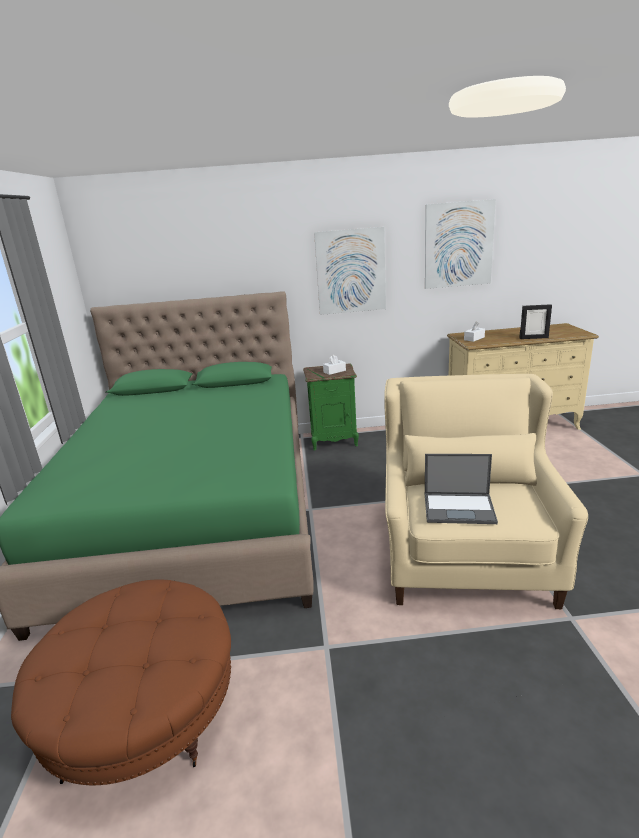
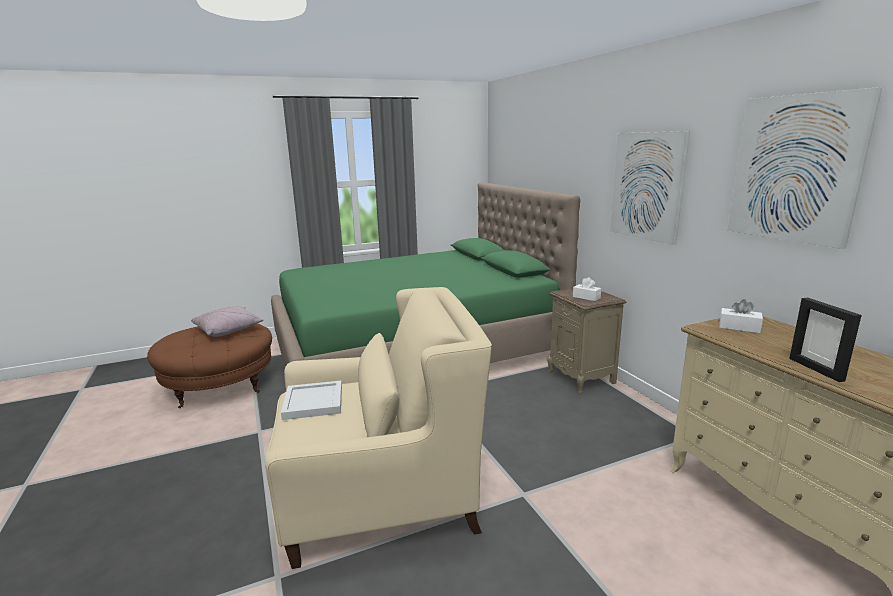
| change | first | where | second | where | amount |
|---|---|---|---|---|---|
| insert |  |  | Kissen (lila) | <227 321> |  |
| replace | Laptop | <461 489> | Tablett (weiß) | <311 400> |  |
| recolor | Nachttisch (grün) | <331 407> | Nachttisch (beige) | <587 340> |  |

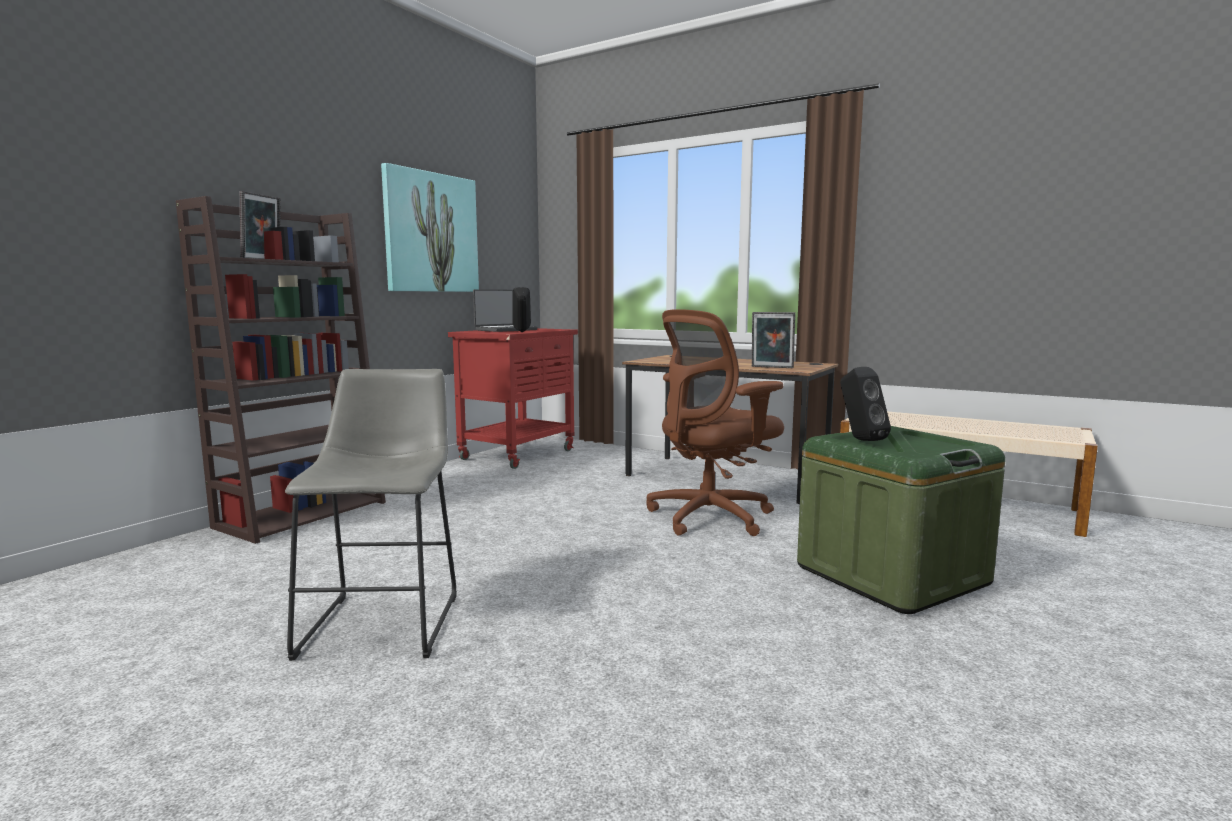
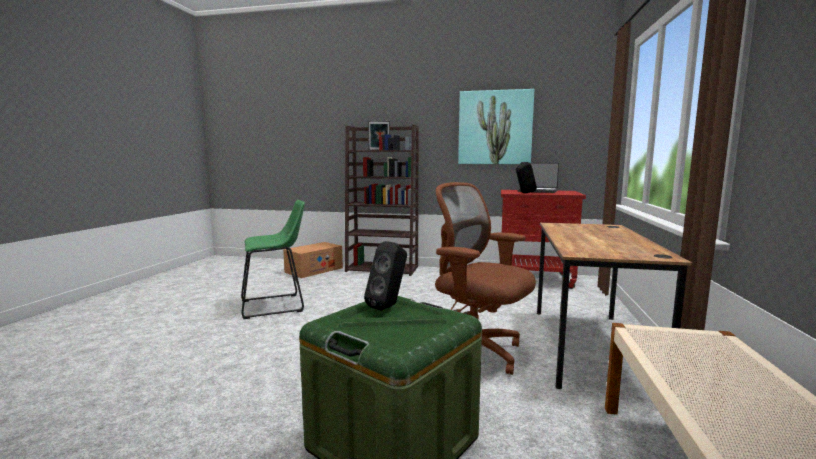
| change | first | where | second | where | amount |
|---|---|---|---|---|---|
| recolor | Hocker (grau) | <371 515> | Hocker (grün) | <273 259> |  |
| insert |  |  | Karton | <313 260> |  |
| delete | Bilderrahmen | <773 340> |  |  |  |

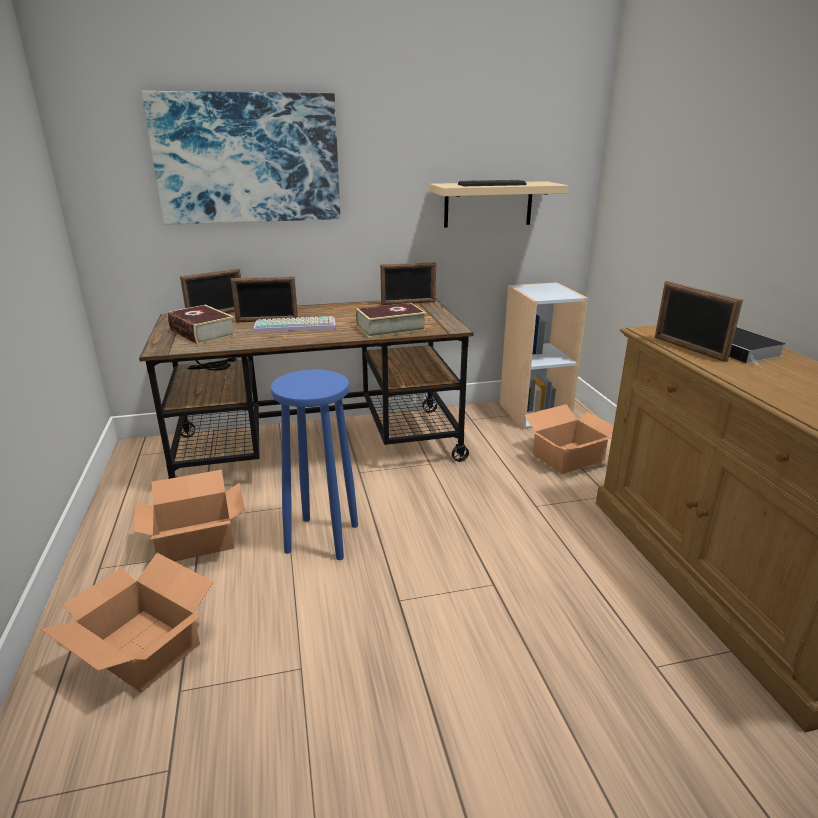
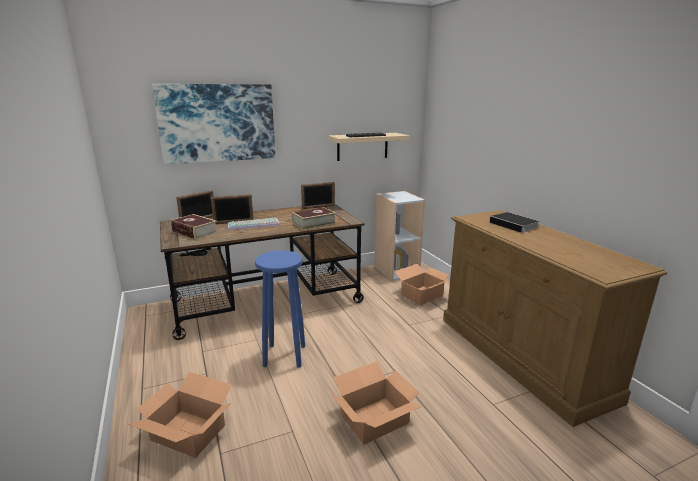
| change | first | where | second | where | amount |
|---|---|---|---|---|---|
| move | Karton | <189 516> |  | <377 403> |  |
| delete | Bilderrahmen | <699 321> |  |  |  |

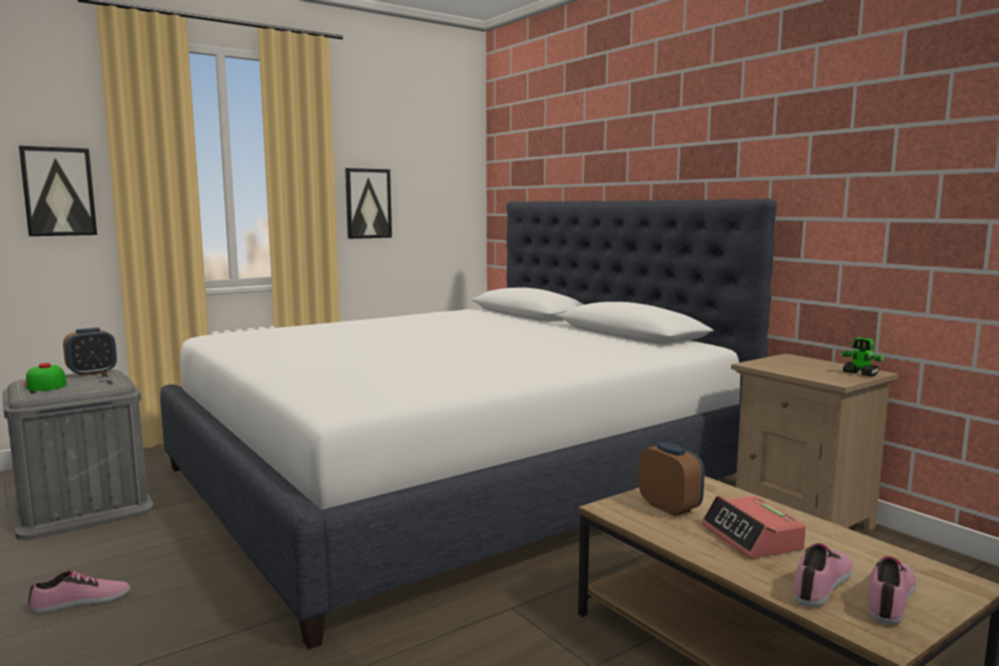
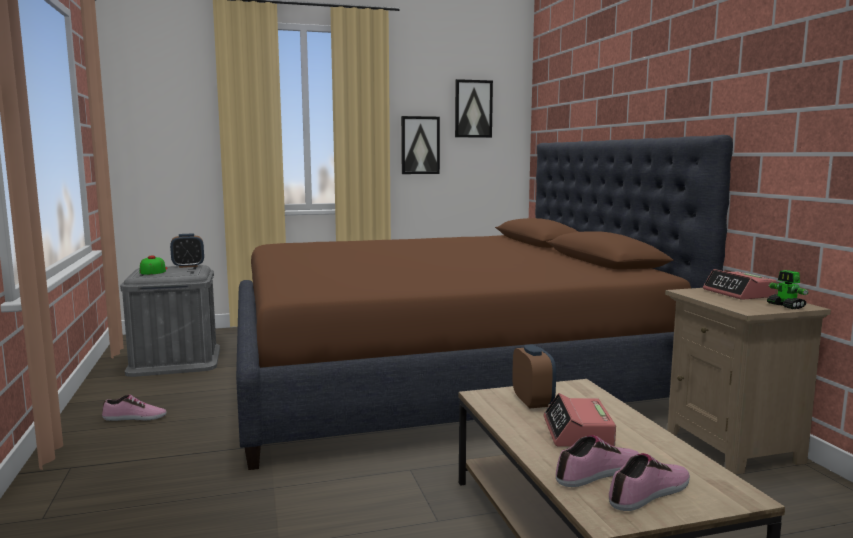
| change | first | where | second | where | amount |
|---|---|---|---|---|---|
| recolor | Bett (weiß) | <468 424> | Bett (braun) | <484 302> |  |
| move | Bild | <58 191> |  | <474 108> |  |
| insert |  |  | Wecker | <740 284> |  |

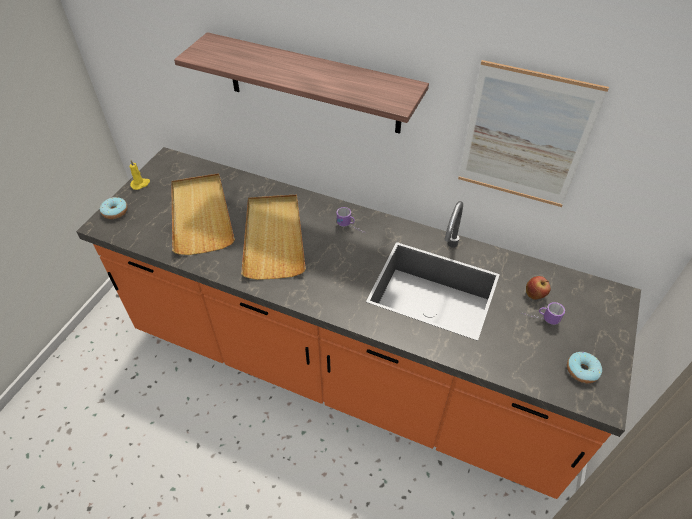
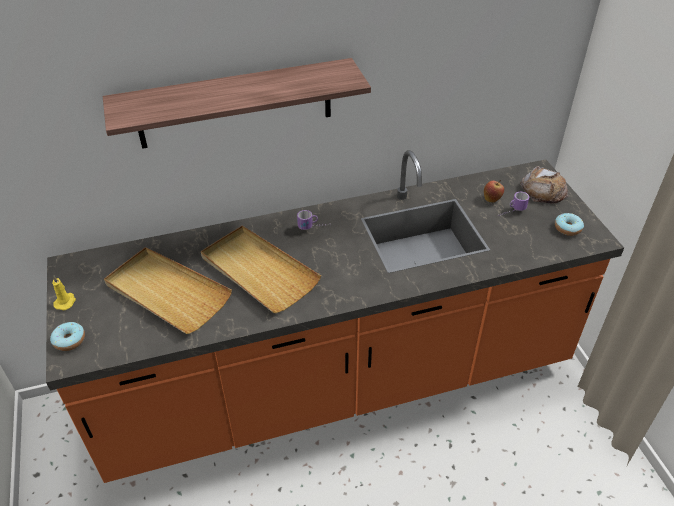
| change | first | where | second | where | amount |
|---|---|---|---|---|---|
| insert |  |  | Brot | <544 185> |  |
| delete | Bild | <533 133> |  |  |  |

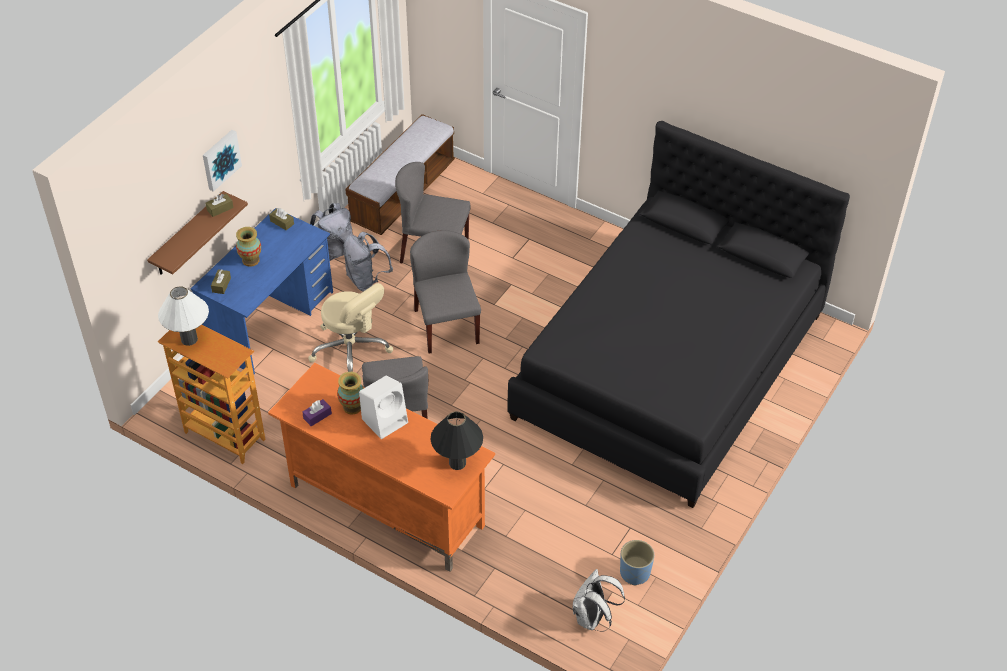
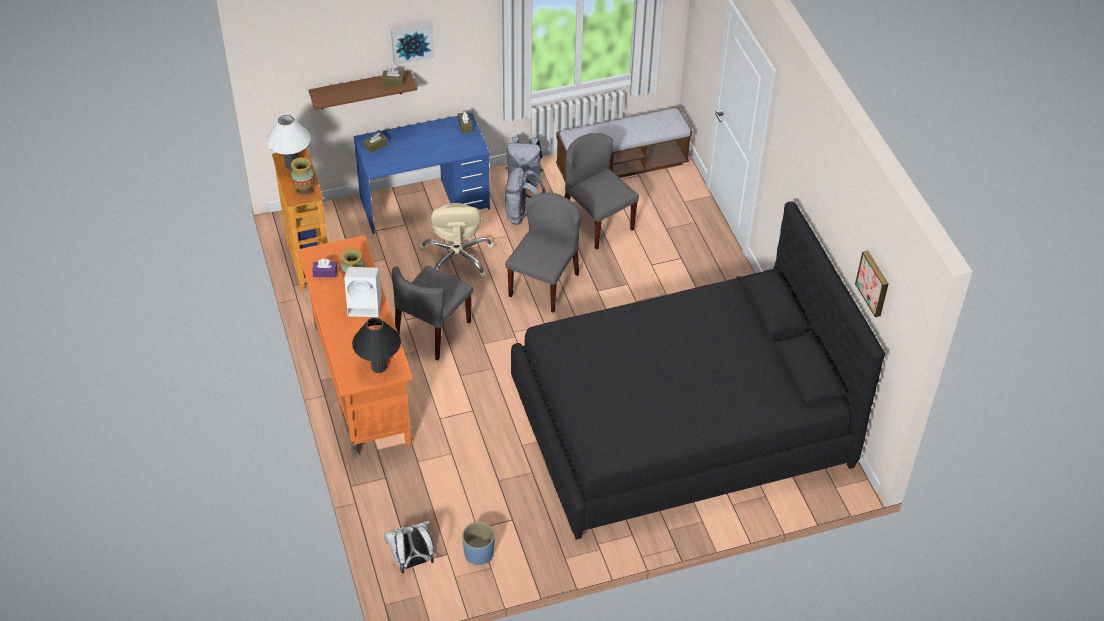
| change | first | where | second | where | amount |
|---|---|---|---|---|---|
| move | Vase | <248 247> |  | <303 176> |  |
| insert |  |  | Bild | <872 283> |  |

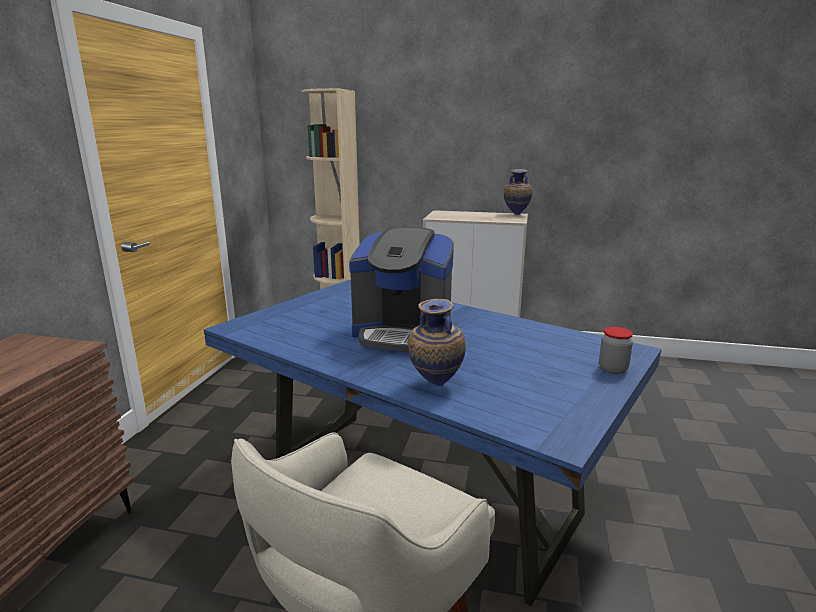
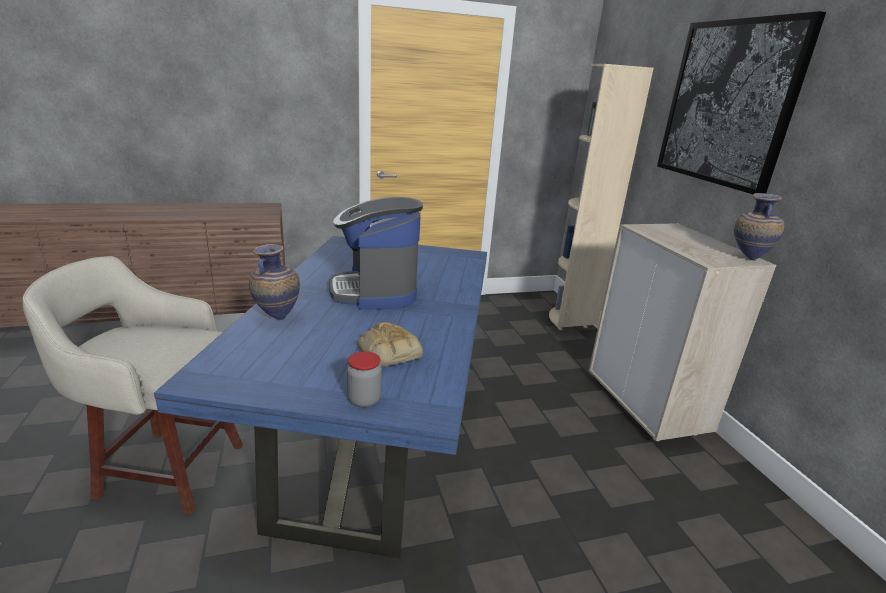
| change | first | where | second | where | amount |
|---|---|---|---|---|---|
| insert |  |  | Brot | <390 344> |  |
| insert |  |  | Bild | <741 102> |  |

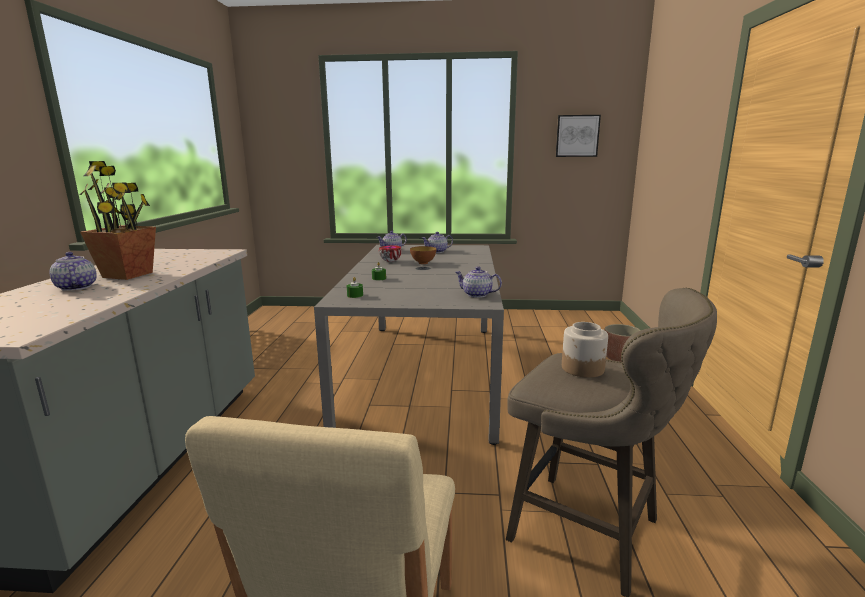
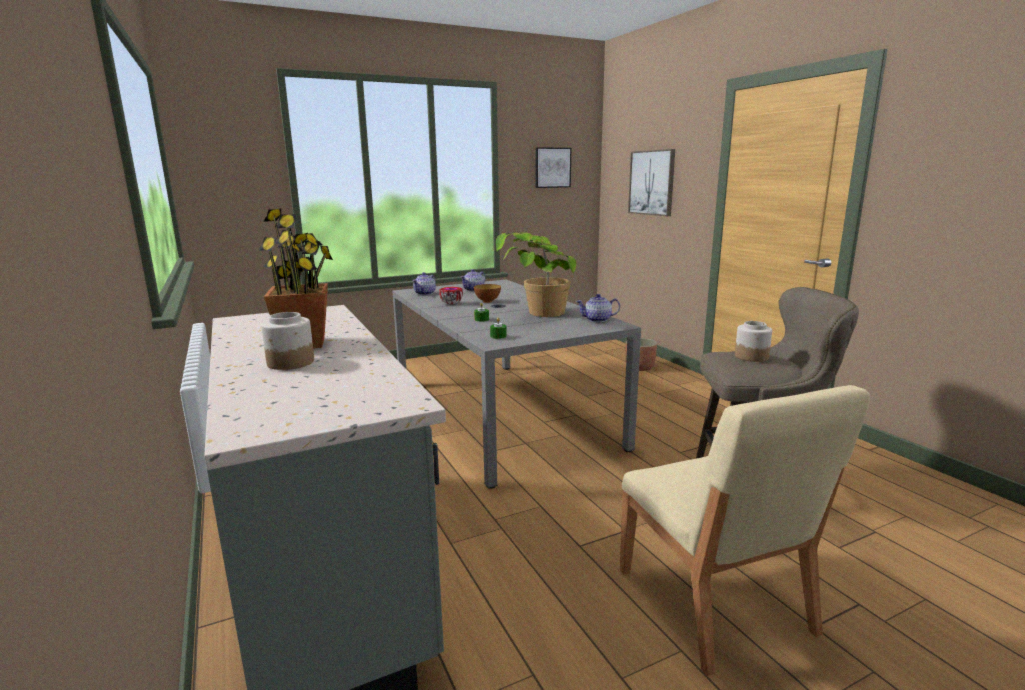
| change | first | where | second | where | amount |
|---|---|---|---|---|---|
| replace | Teekanne | <73 271> | Vorratsglas | <287 341> |  |
| insert |  |  | Topfpflanze | <536 274> |  |
| insert |  |  | Bild | <651 182> |  |

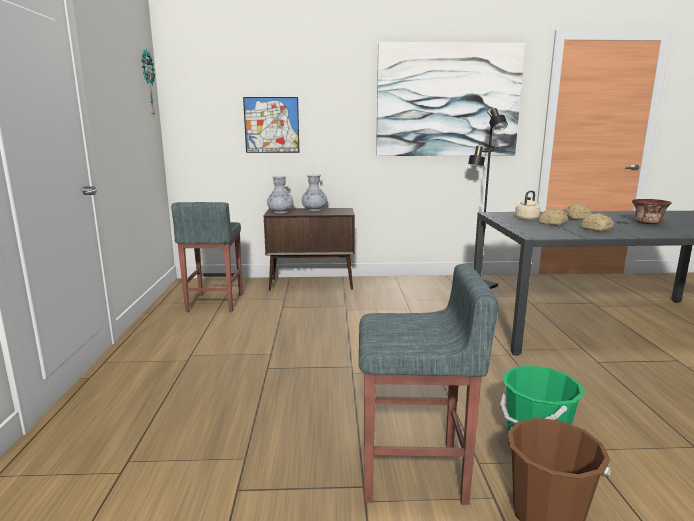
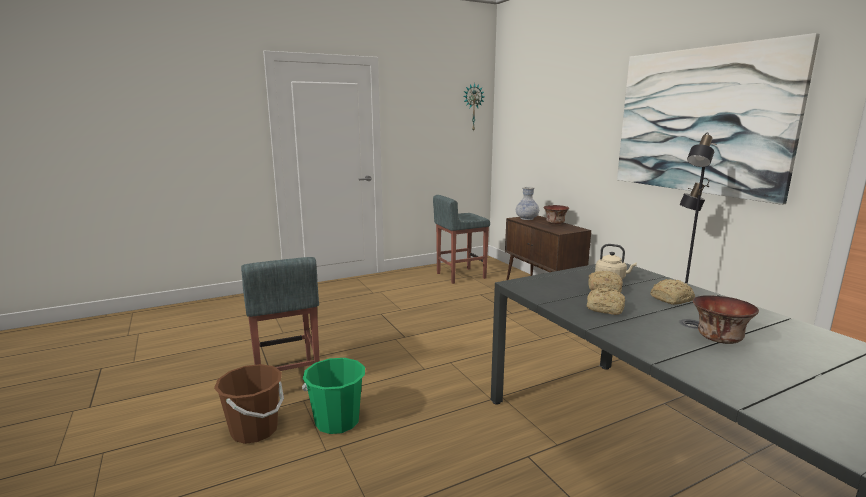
| change | first | where | second | where | amount |
|---|---|---|---|---|---|
| replace | Vase | <314 192> | Schüssel | <556 214> |  |
| delete | Bild | <271 125> |  |  |  |

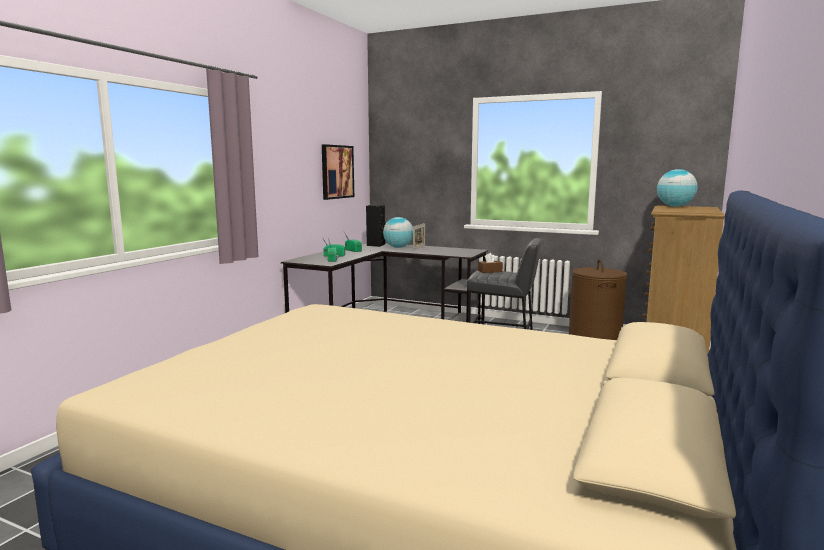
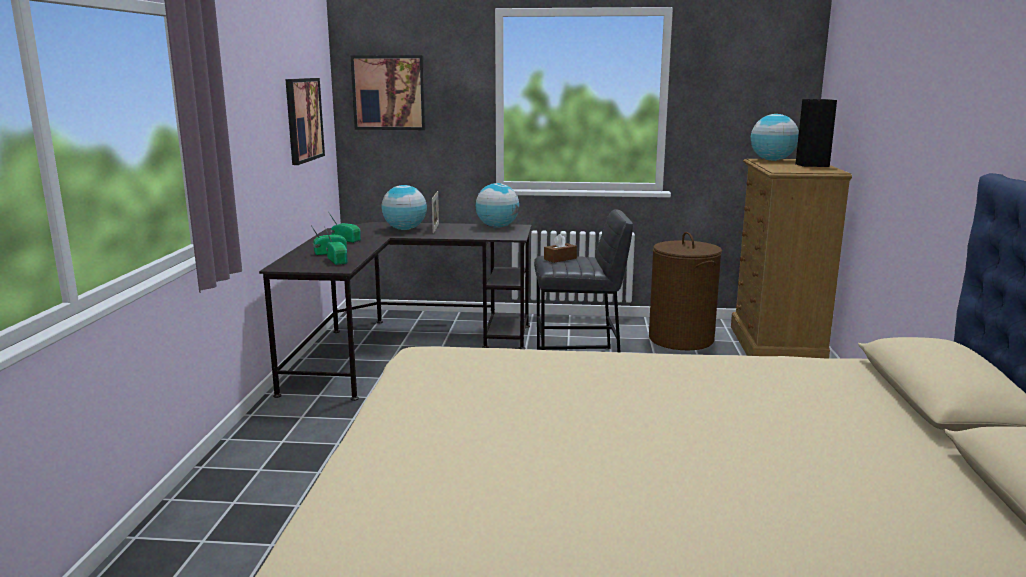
| change | first | where | second | where | amount |
|---|---|---|---|---|---|
| insert |  |  | Bild | <388 92> |  |
| insert |  |  | Globus | <497 205> |  |
| move | Lautsprecher (schwarz) | <375 226> |  | <816 133> |  |

